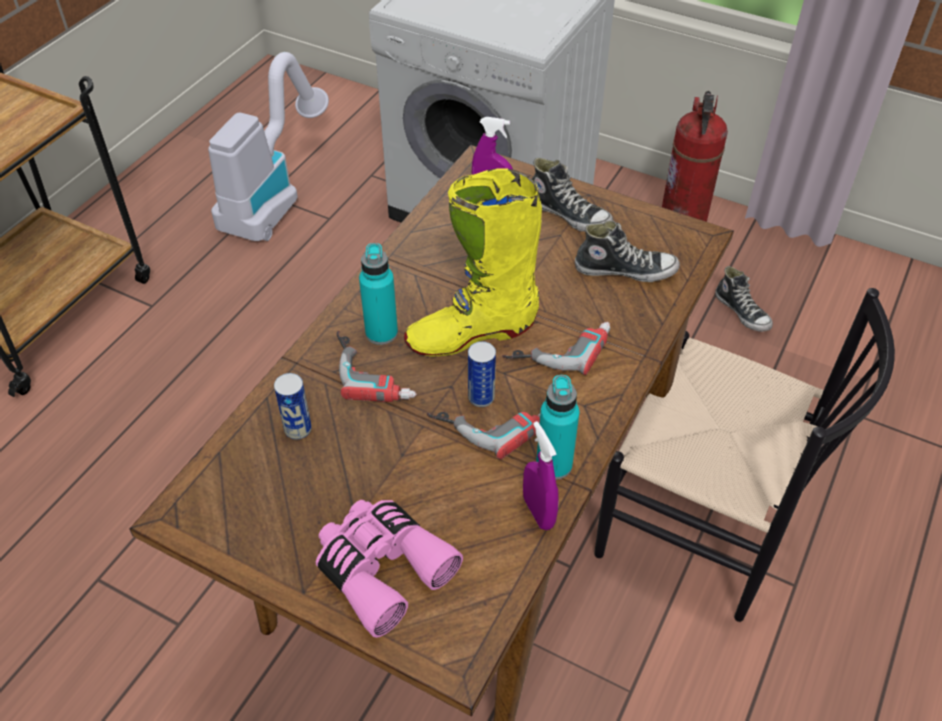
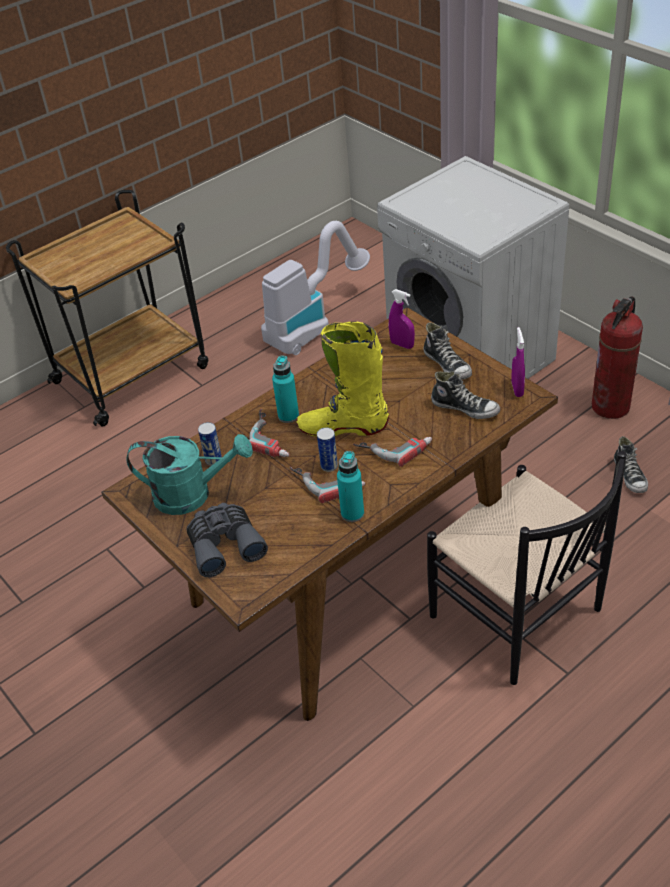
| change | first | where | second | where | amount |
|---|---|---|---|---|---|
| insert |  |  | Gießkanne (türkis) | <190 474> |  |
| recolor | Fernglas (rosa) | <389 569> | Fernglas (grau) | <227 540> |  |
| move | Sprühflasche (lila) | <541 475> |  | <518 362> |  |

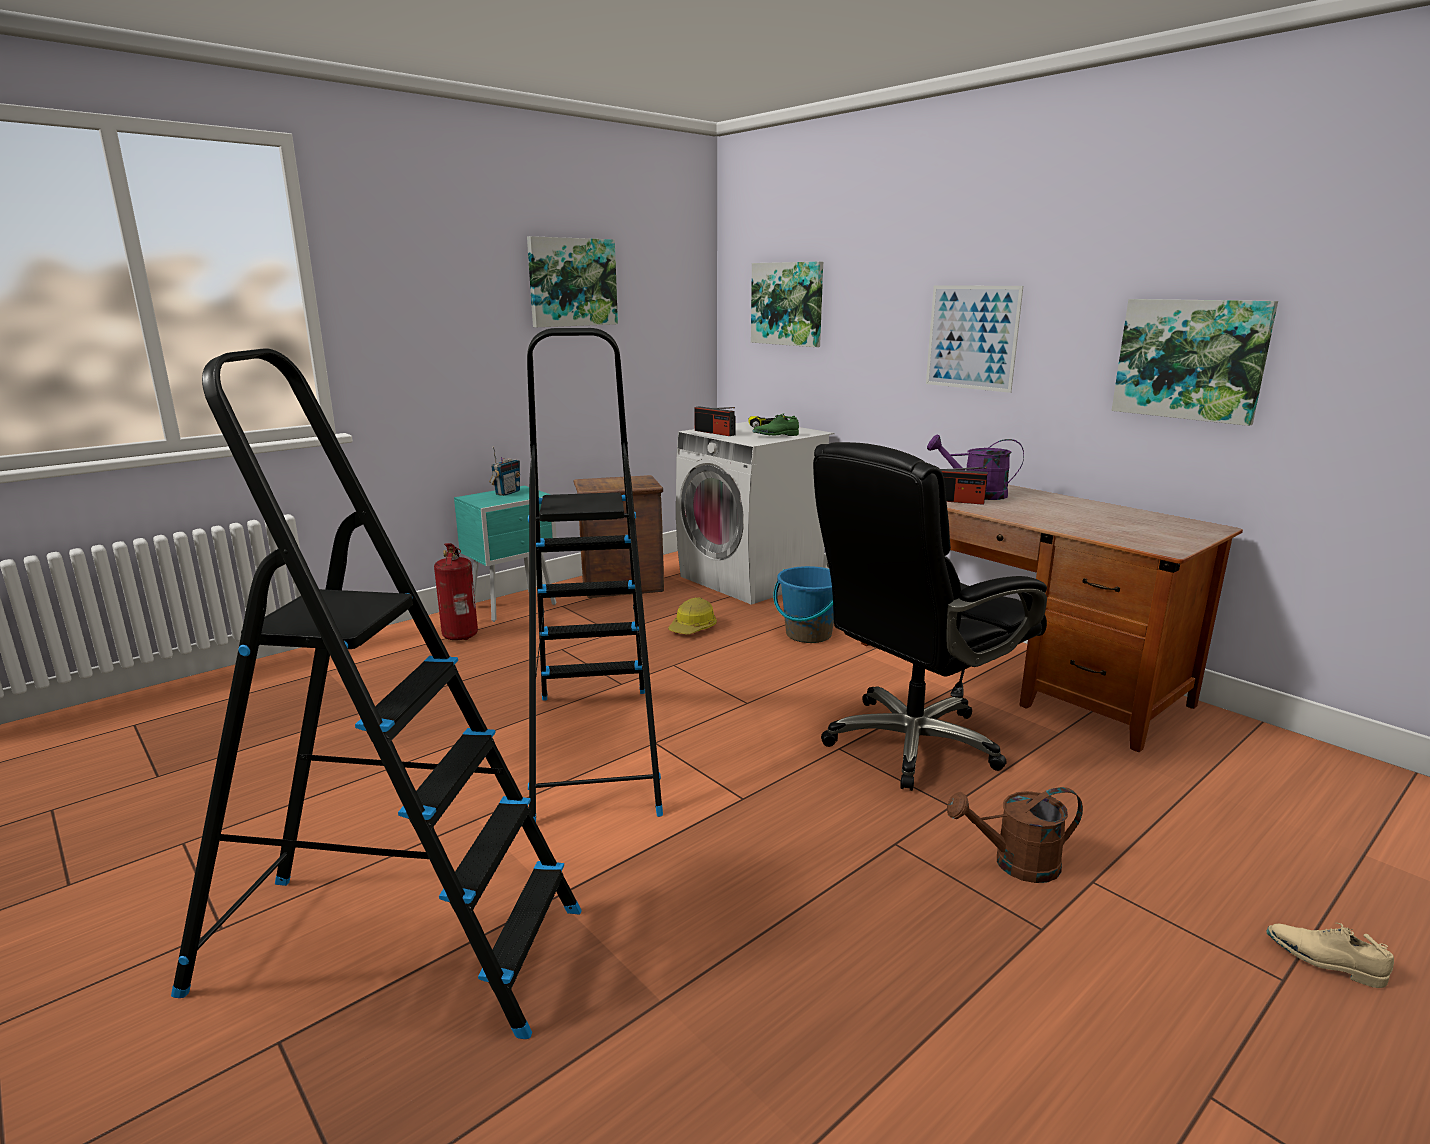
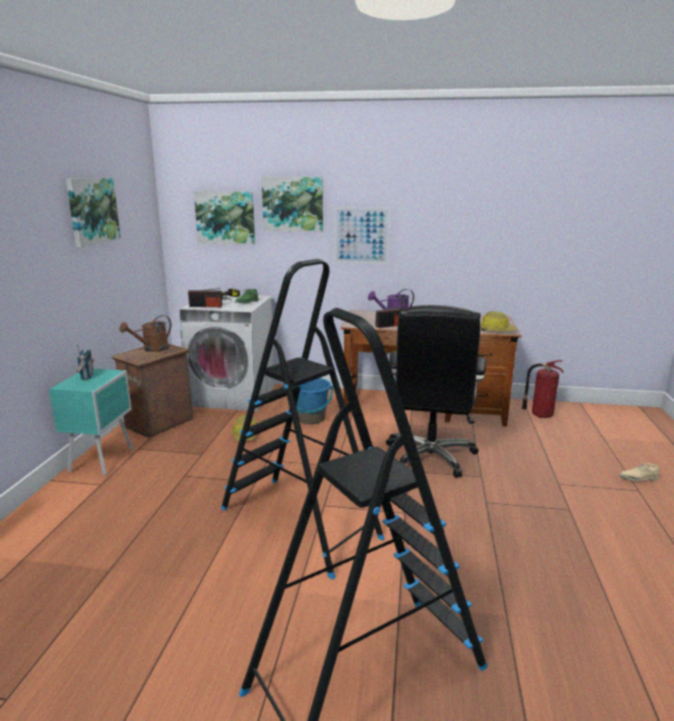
| change | first | where | second | where | amount |
|---|---|---|---|---|---|
| move | Gießkanne (braun) | <1015 835> |  | <145 333> |  |
| move | Bild | <1195 362> |  | <292 204> |  |
| insert |  |  | Schutzhelm | <498 321> |  |
| move | Feuerlöscher | <456 591> |  | <543 389> |  |

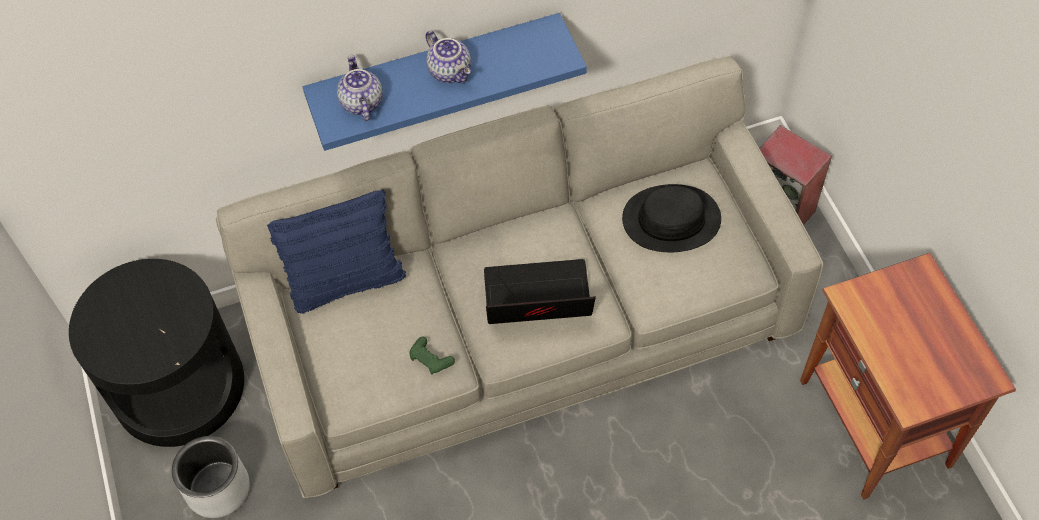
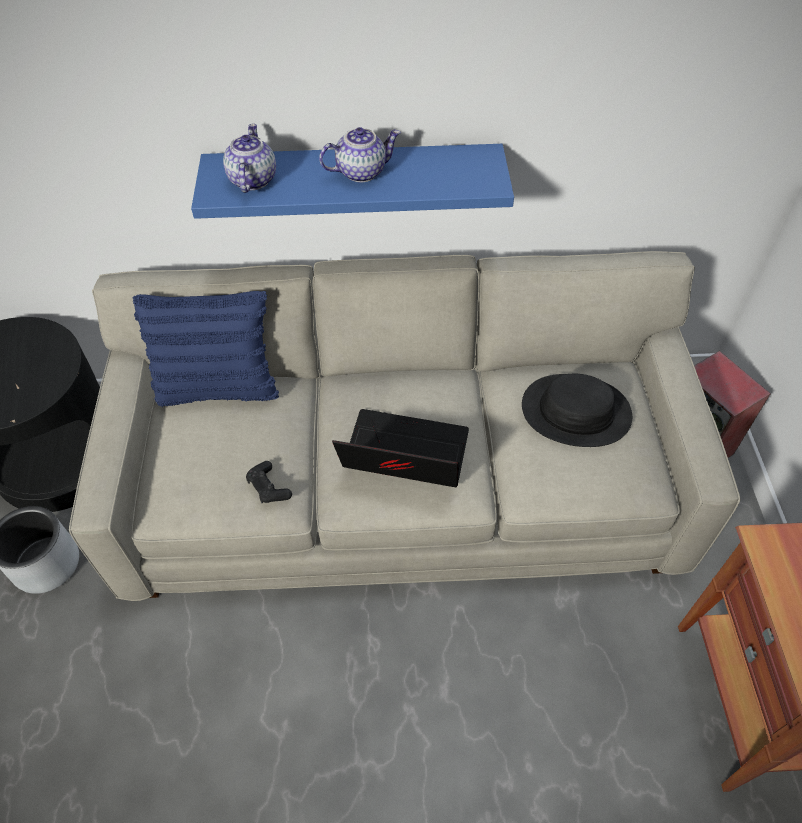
| change | first | where | second | where | amount |
|---|---|---|---|---|---|
| recolor | Gamepad (grün) | <432 356> | Gamepad (schwarz) | <269 482> |  |
| rotate | Teekanne | <448 57> |  | <360 155> | 90 degrees counterclockwise |

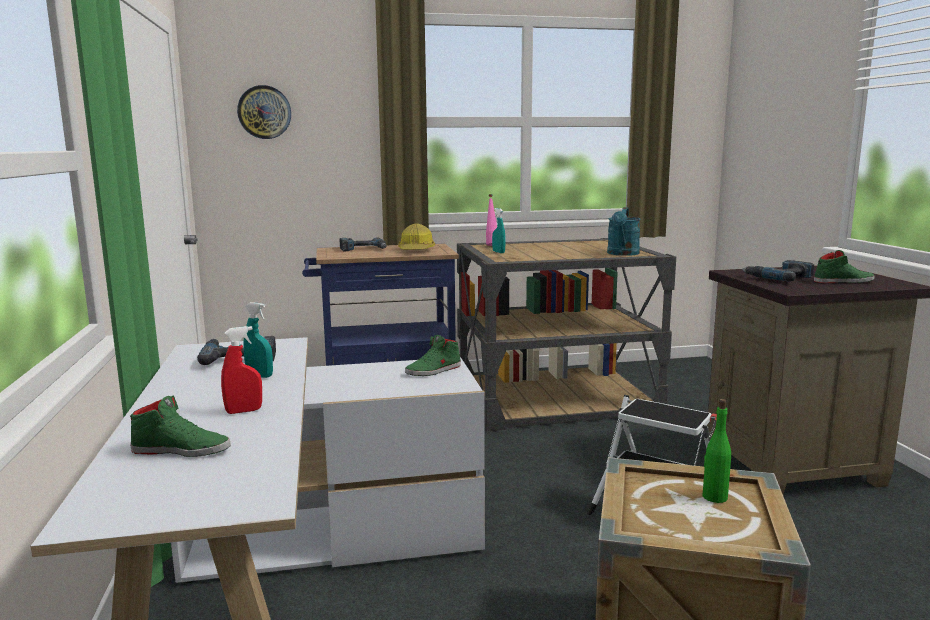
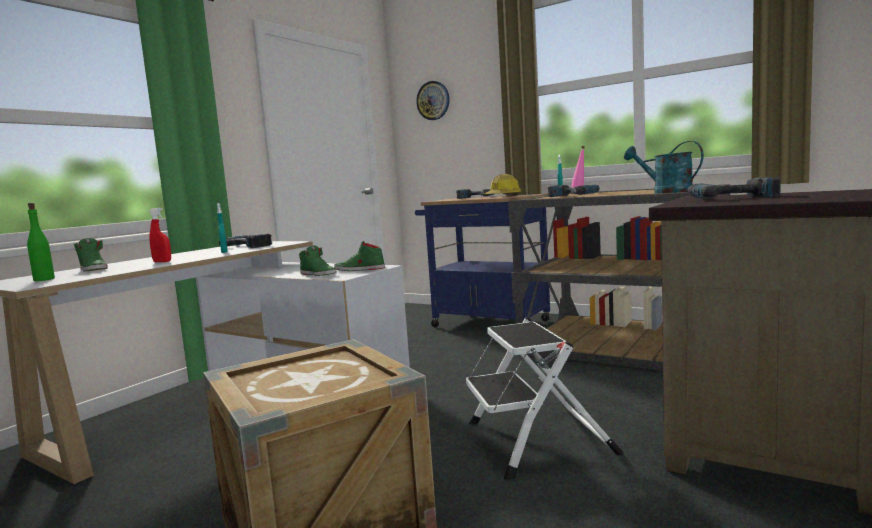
| change | first | where | second | where | amount |
|---|---|---|---|---|---|
| move | Flasche (grün) | <716 451> |  | <41 242> |  |
| move | Schuh (grün) | <844 266> |  | <318 261> |  |
| insert |  |  | Bohrmaschine | <574 191> |  |
| rotate | Gießkanne (türkis) | <623 231> |  | <664 167> | 75 degrees clockwise |

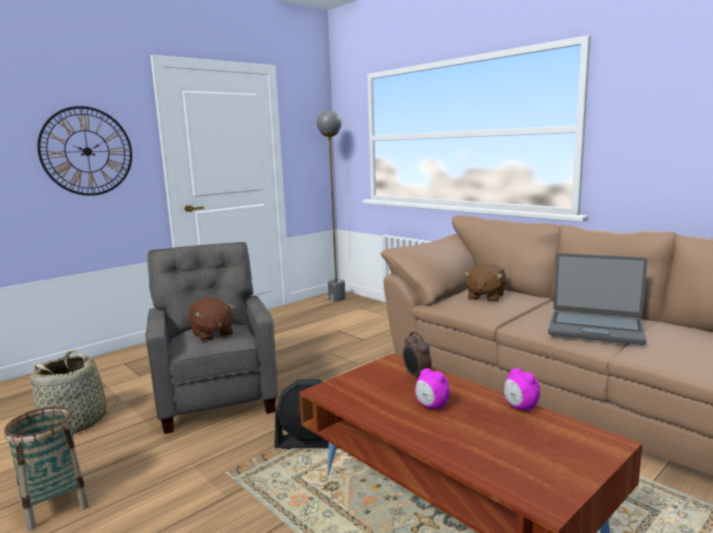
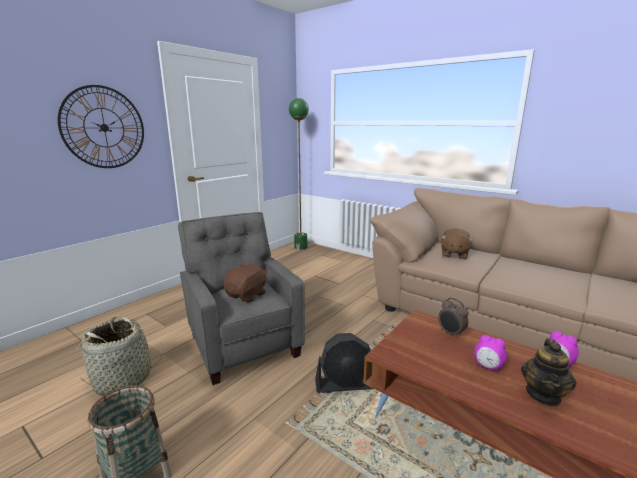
| change | first | where | second | where | amount |
|---|---|---|---|---|---|
| rotate | Plüschtier (braun) | <211 319> |  | <245 283> | 105 degrees counterclockwise |
| recolor | Stehlampe (grau) | <331 205> | Stehlampe (grün) | <299 174> |  |
| insert |  |  | Teekanne | <548 372> |  |
| delete | Laptop | <598 299> |  |  |  |

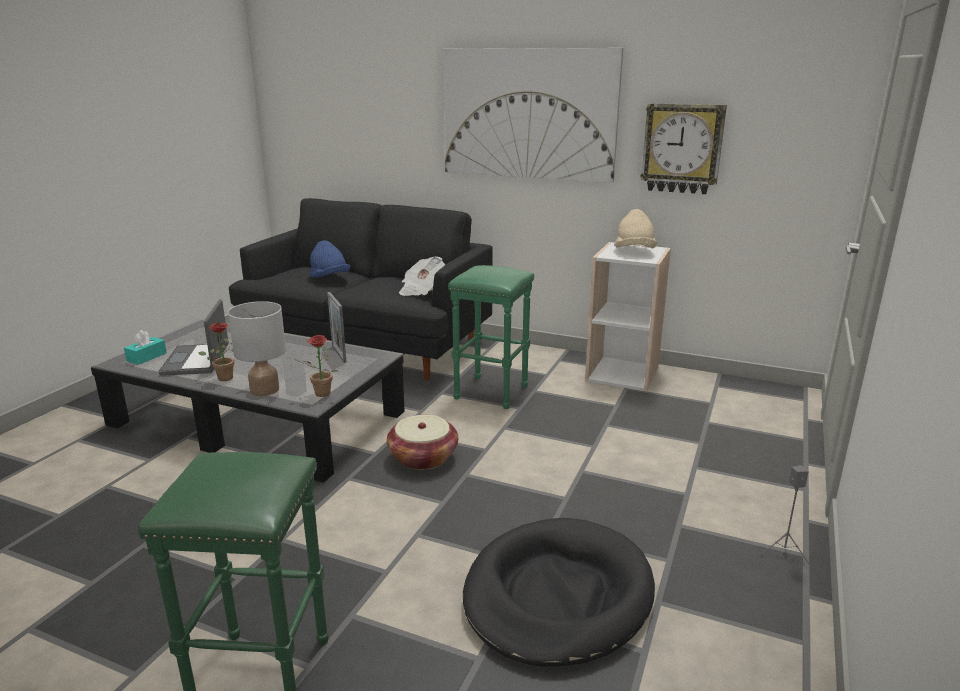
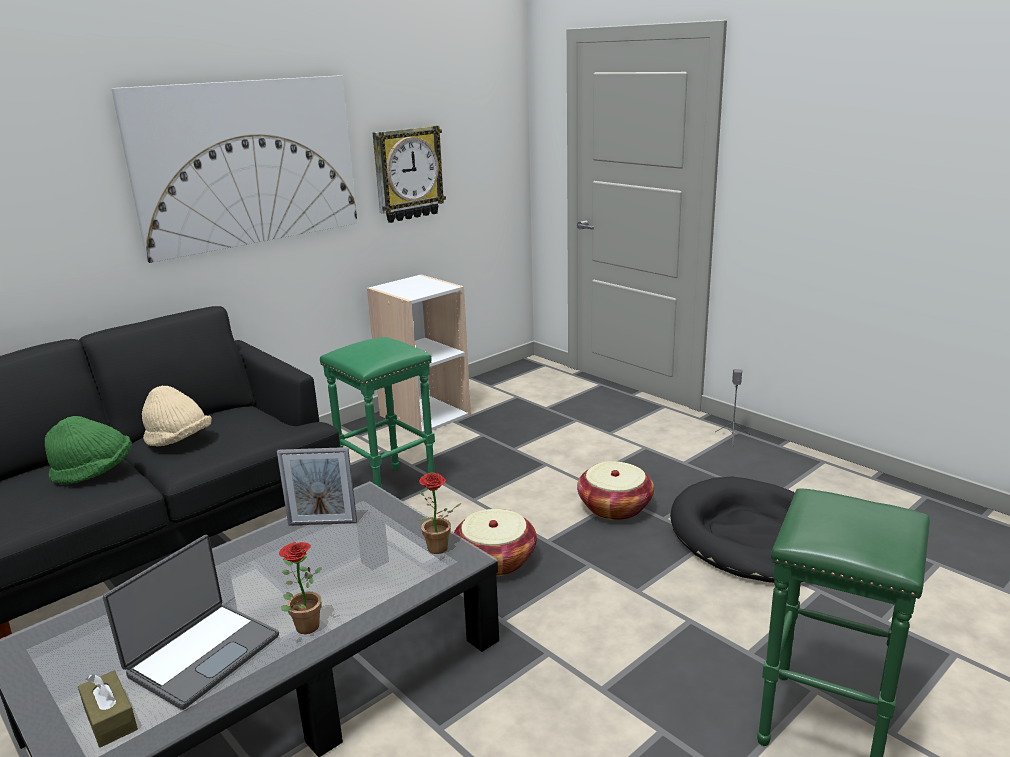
| change | first | where | second | where | amount |
|---|---|---|---|---|---|
| recolor | Hut (blau) | <330 259> | Hut (grün) | <88 450> |  |
| recolor | Taschentuchbox (türkis) | <145 347> | Taschentuchbox (braun) | <108 708> |  |
| rotate | Laptop | <193 337> |  | <191 622> | 75 degrees counterclockwise |
| move | Hut (beige) | <636 228> |  | <177 416> |  |
| insert |  |  | Korb | <615 490> |  |
| delete | Tischlampe (grau) | <257 348> |  |  |  |
| delete | Zeitung | <422 276> |  |  |  |

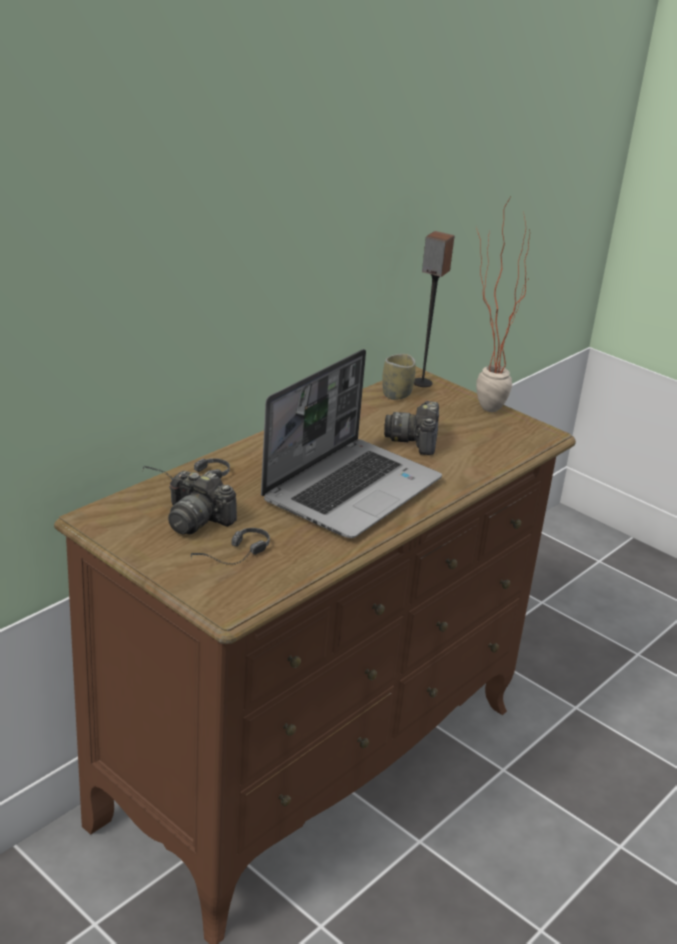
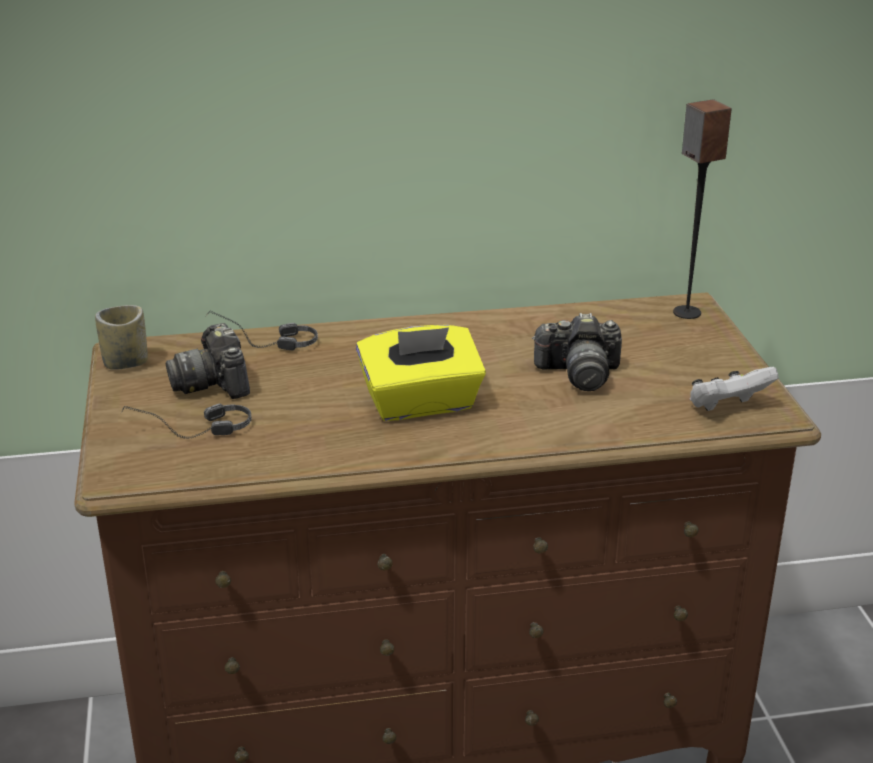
| change | first | where | second | where | amount |
|---|---|---|---|---|---|
| move | Tasse | <399 377> |  | <121 337> |  |
| replace | Laptop | <351 443> | Taschentuchbox (gelb) | <421 373> |  |
| rotate | Kamera | <411 428> |  | <577 352> | 135 degrees counterclockwise |
| insert |  |  | Gamepad (weiß) | <734 389> |  |
| delete | Topfpflanze | <503 305> |  |  |  |

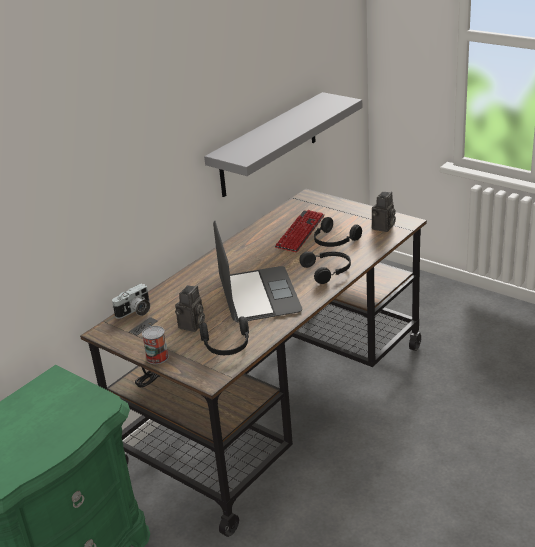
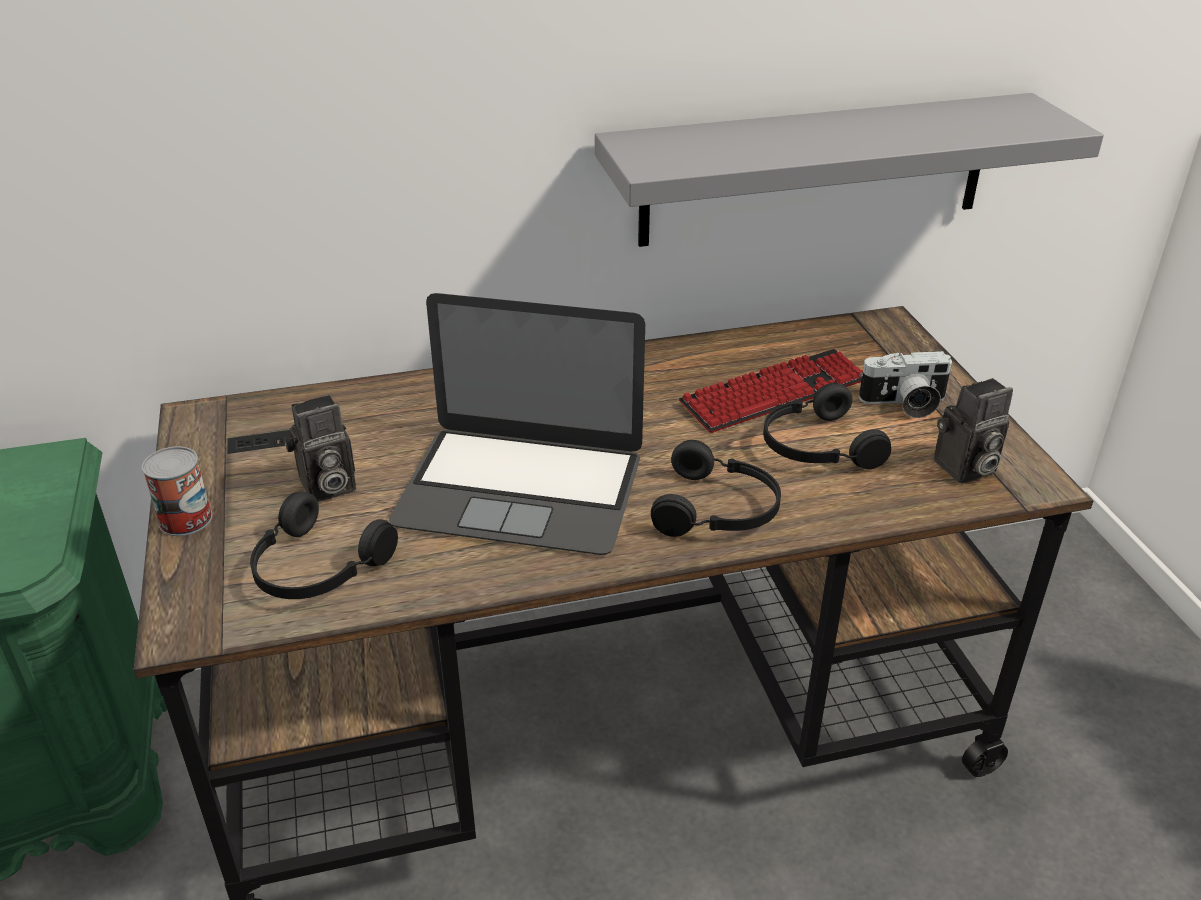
| change | first | where | second | where | amount |
|---|---|---|---|---|---|
| rotate | Laptop | <257 271> |  | <517 424> | 75 degrees clockwise |
| move | Kamera | <131 301> |  | <905 384> |  |

